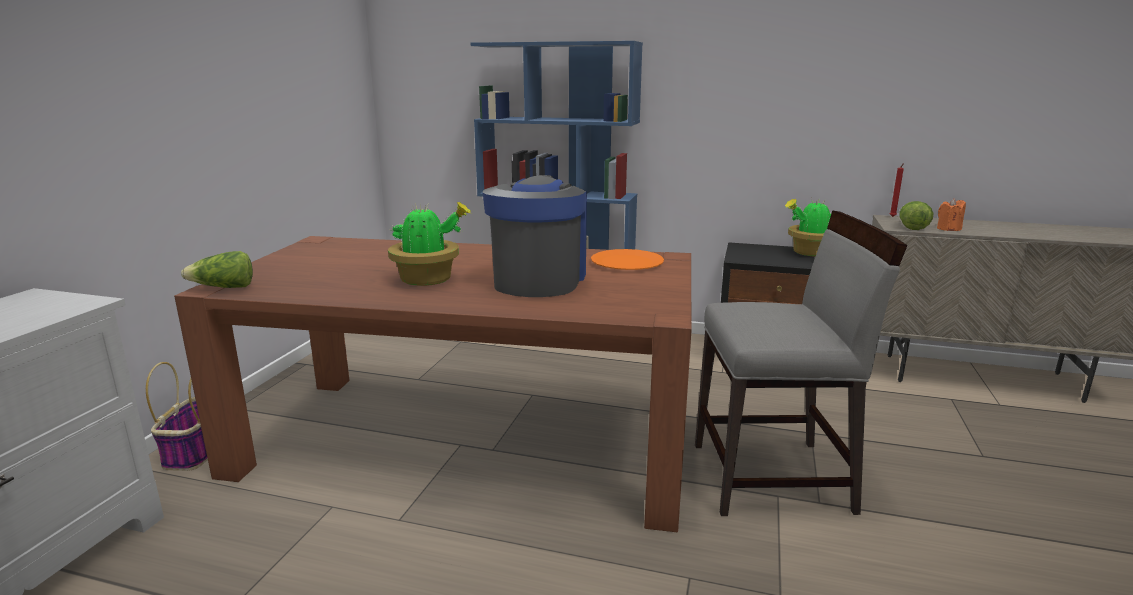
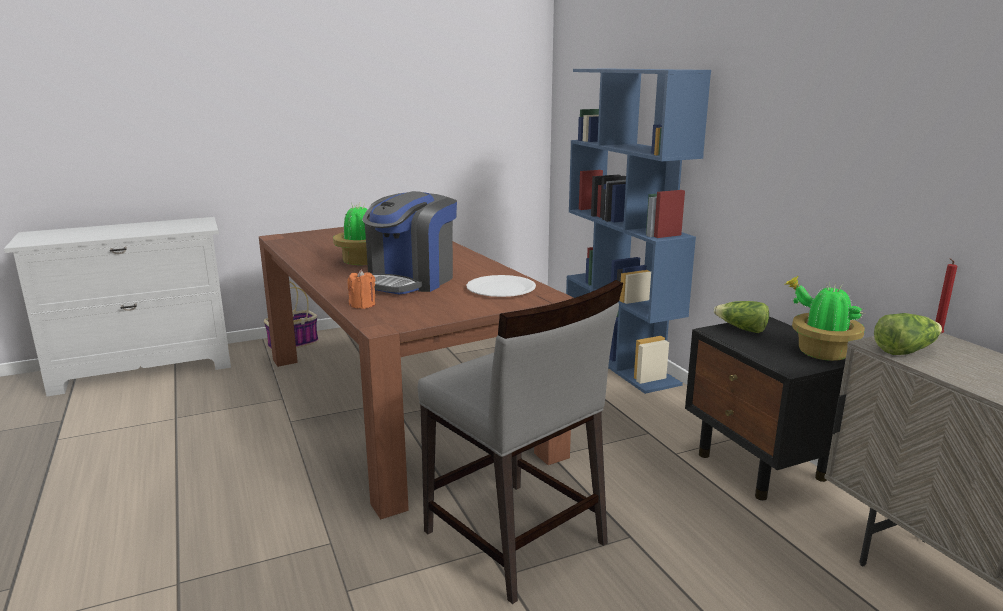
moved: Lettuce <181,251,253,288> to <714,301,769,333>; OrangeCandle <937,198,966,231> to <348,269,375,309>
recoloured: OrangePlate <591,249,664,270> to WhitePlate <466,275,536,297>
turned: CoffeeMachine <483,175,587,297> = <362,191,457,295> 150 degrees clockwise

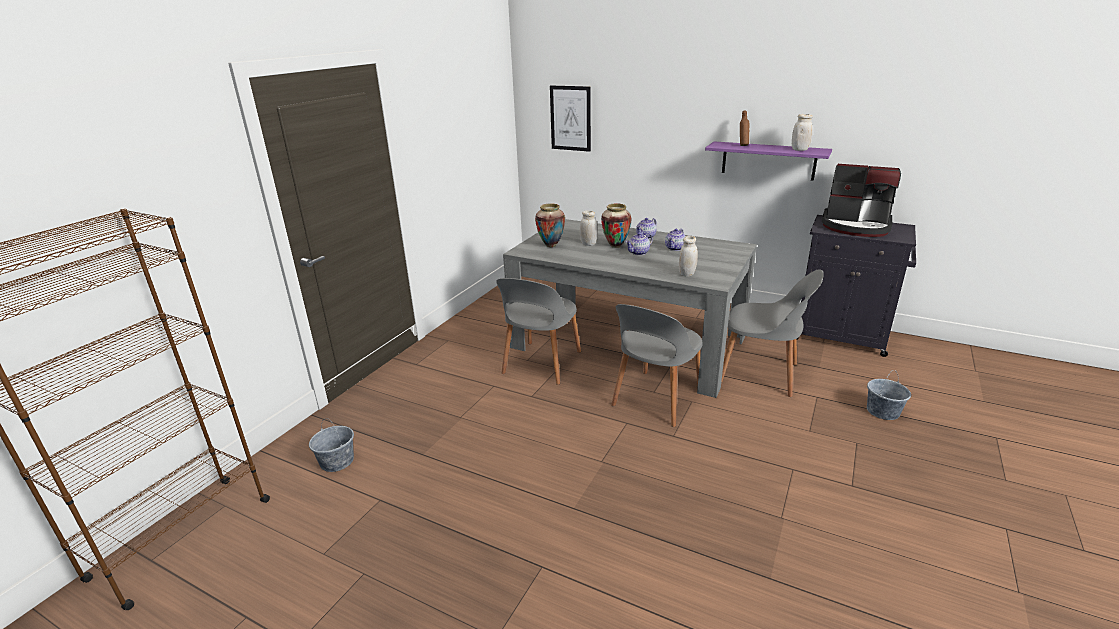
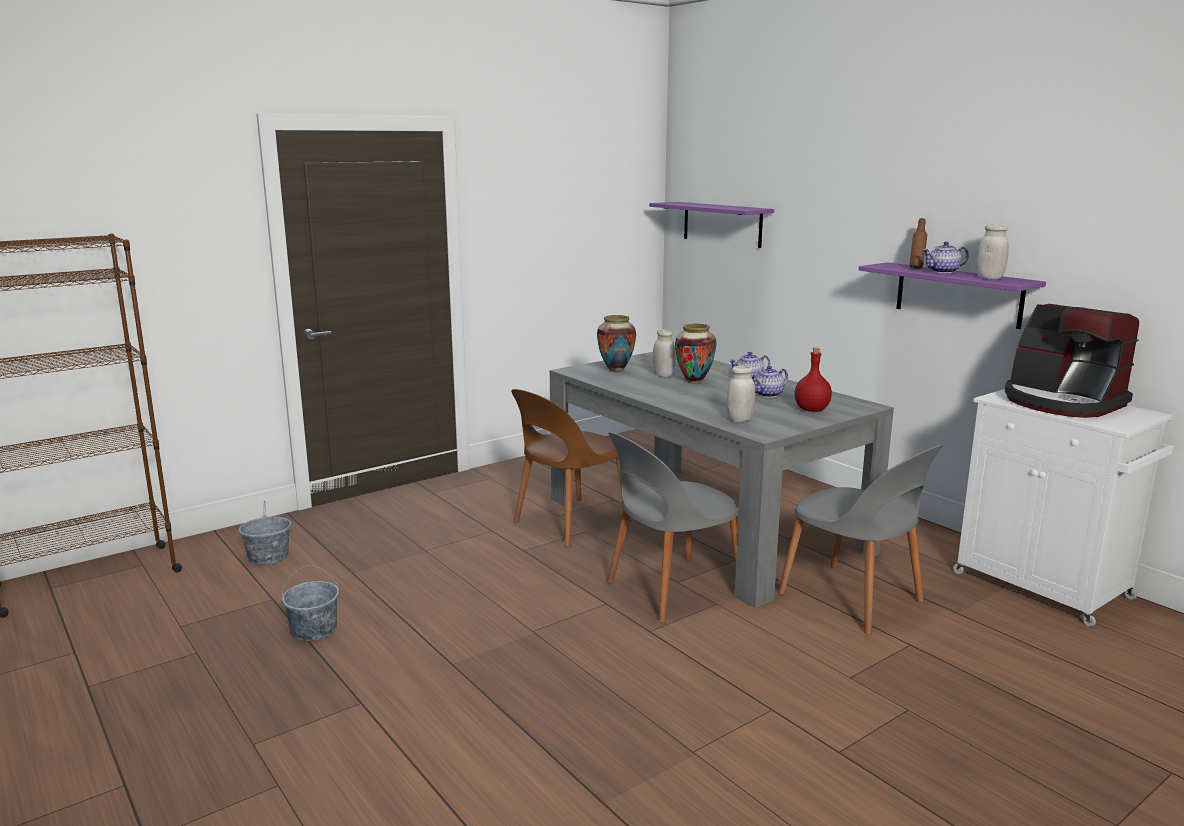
added: RedBottle <794,348,832,412>
moved: Teapot <626,233,653,256> to <922,242,969,273>; GreyBucket <867,370,911,420> to <282,565,339,641>
replaced: Picture <550,86,591,152> to PurpleShelf <649,202,774,248>
recoloured: GreyChair <496,278,581,385> to BrownChair <511,389,632,547>; BlackCabinet <797,215,916,357> to WhiteCabinet <953,389,1174,627>

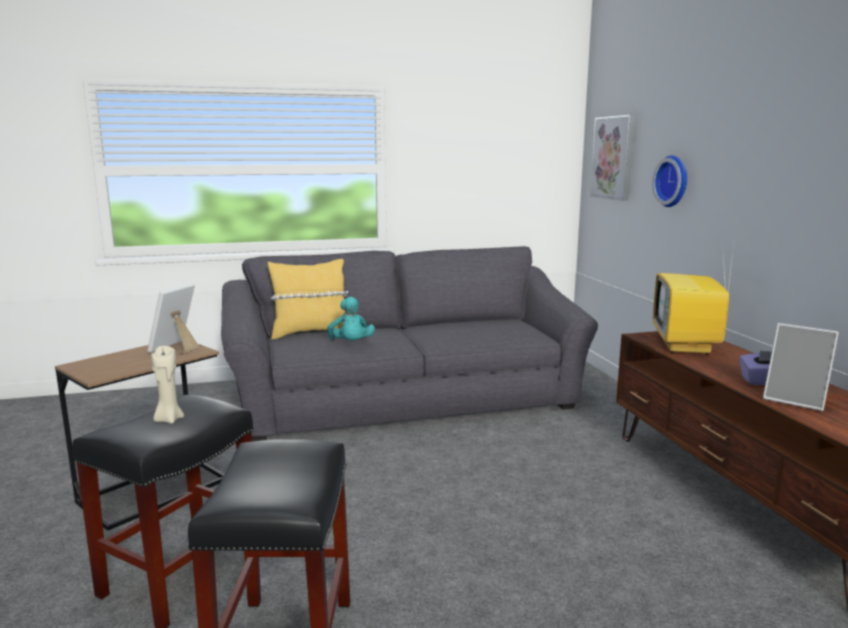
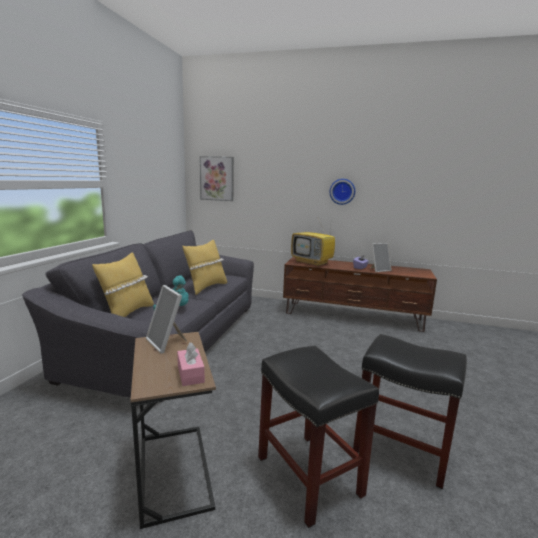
removed: BeigeCandle <151,346,184,424>
added: PinkTissueBox <177,343,205,386>; YellowPillow <182,240,227,295>
moved: WallClock <652,155,687,207> to <330,179,355,205>

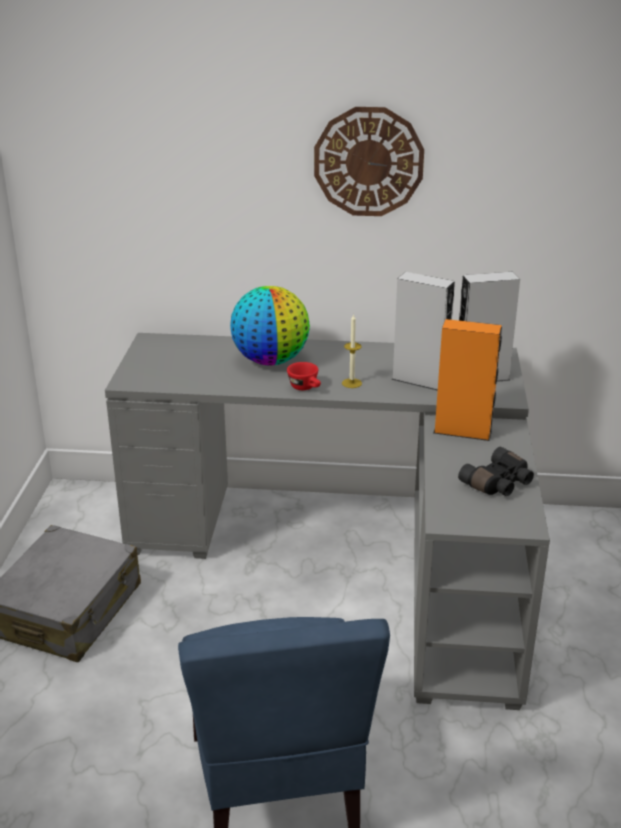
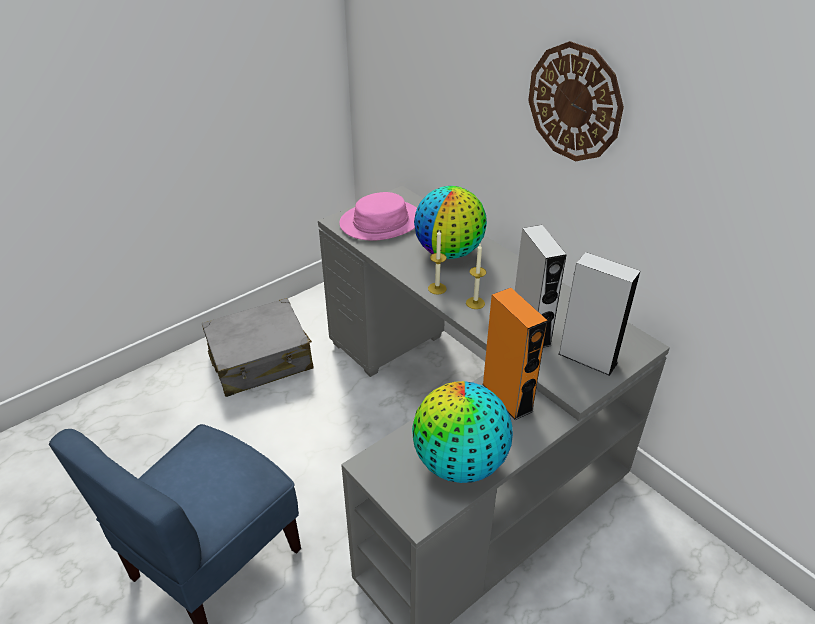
added: PinkHat <339,192,417,241>
replaced: RedCup <287,362,321,390> to Candle <428,230,447,295>; BlackBinoculars <458,447,534,496> to Globe <412,381,513,483>

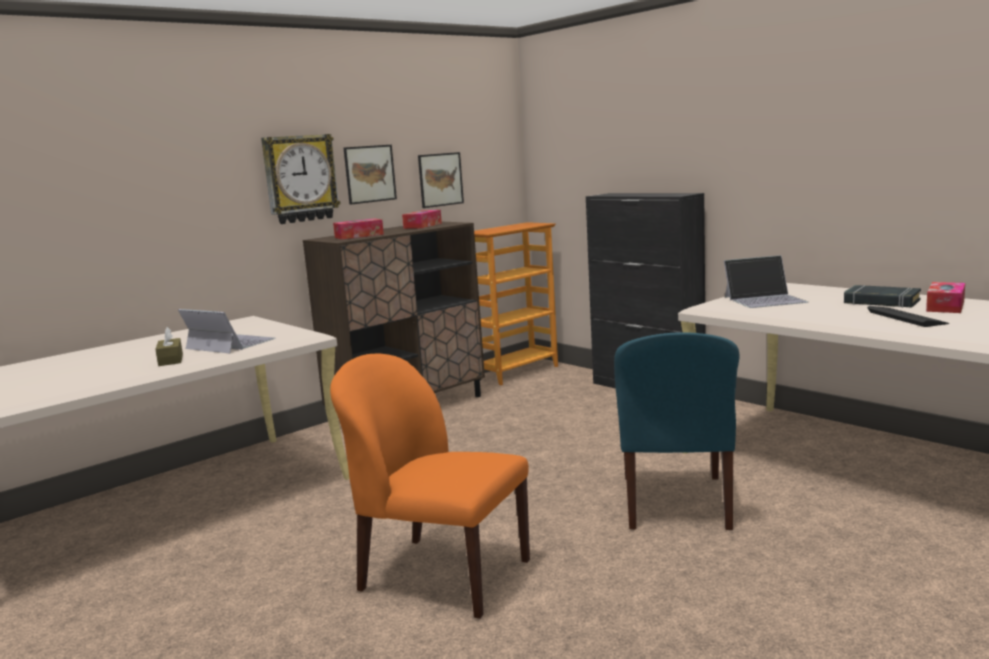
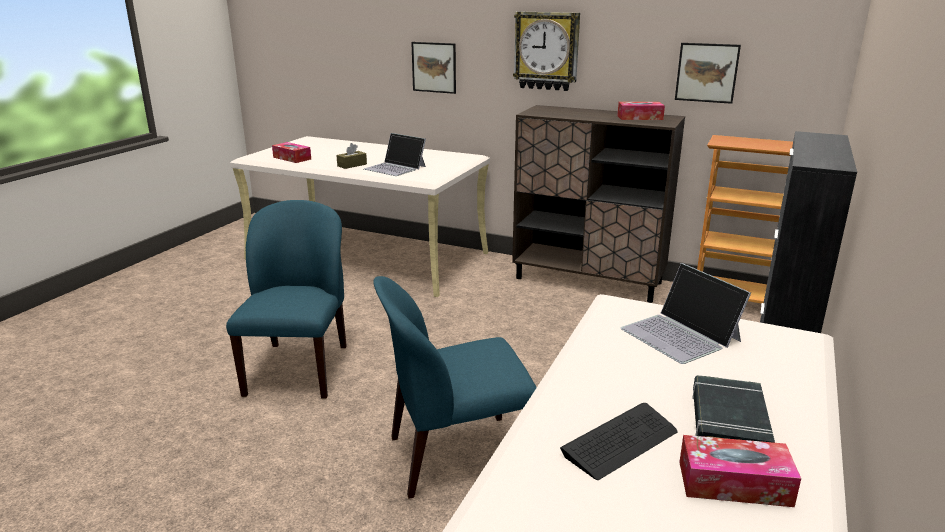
moved: TissueBox <333,218,384,239> to <272,142,311,163>; Picture <344,145,397,205> to <411,42,456,94>
recoloured: OrangeChair <330,354,530,619> to BlueChair <226,200,347,399>
turned: Laptop <178,309,276,353> = <364,133,426,176> 120 degrees clockwise

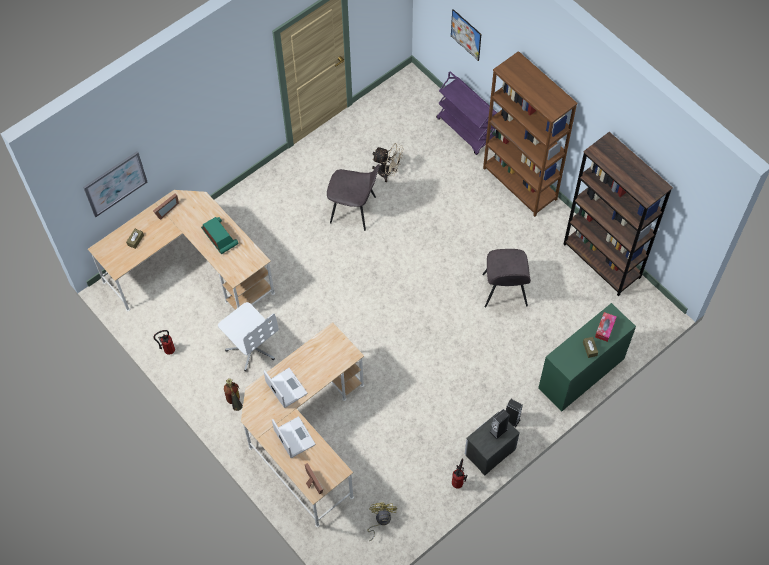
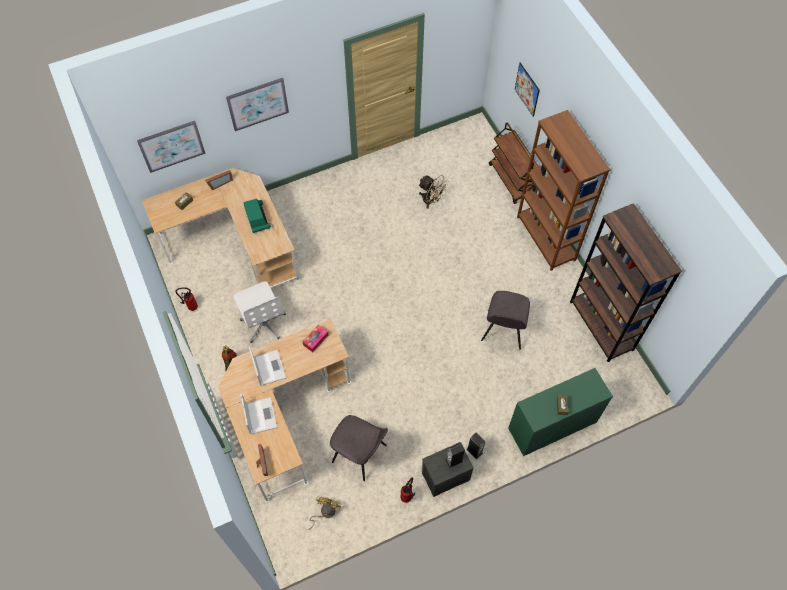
added: Picture <226,78,289,131>
moved: GreyChair <327,164,380,231> to <330,415,388,481>; TissueBox <595,312,617,342> to <303,325,329,352>
recoloured: PurpleCart <436,72,497,155> to BrownCart <489,123,539,204>

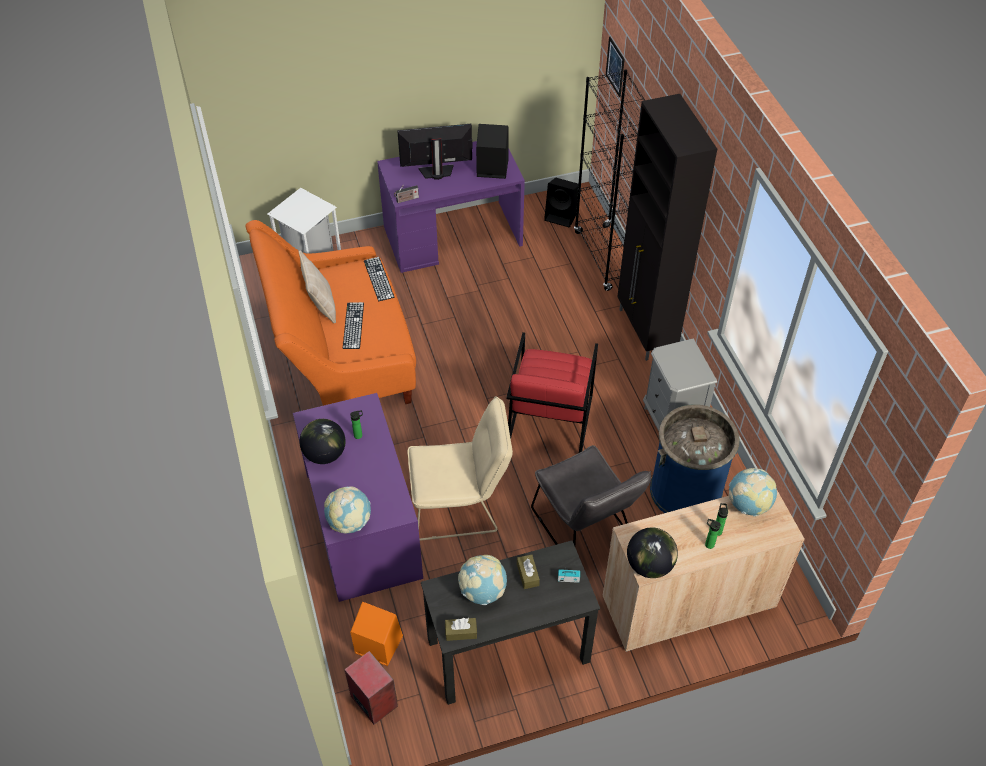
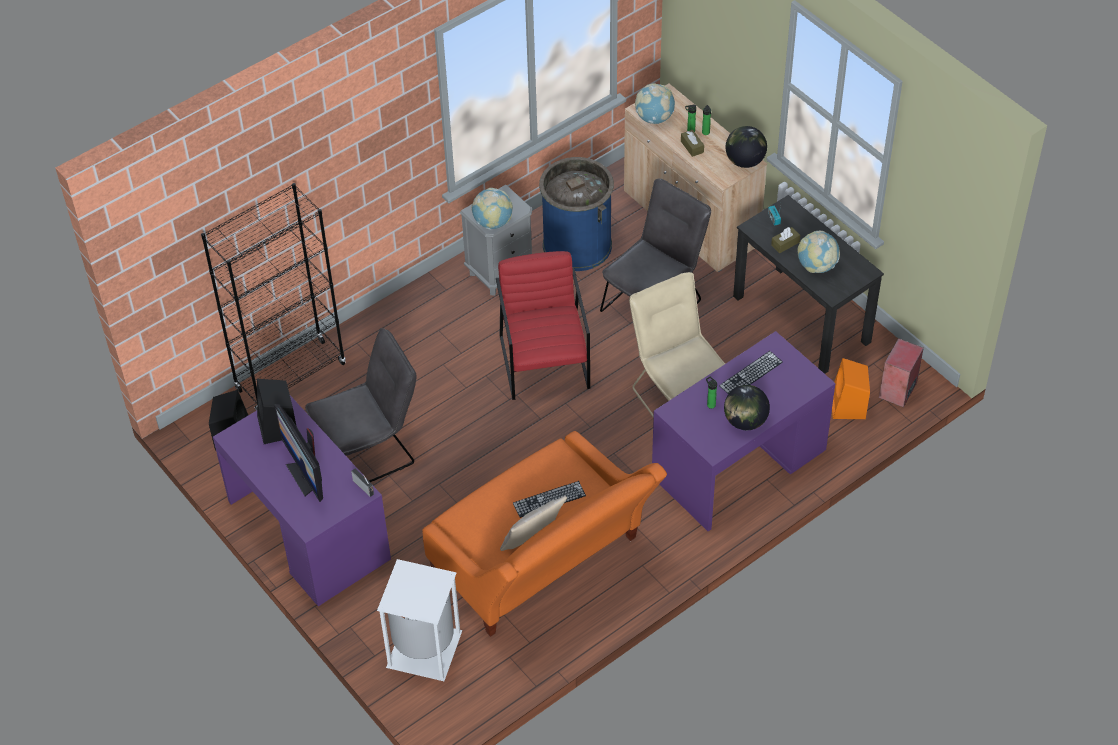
removed: Picture <606,37,625,97>; BlackCabinet <617,94,717,361>
added: GreyChair <305,328,417,482>
moved: Globe <324,486,371,533> to <471,188,513,230>; Keyboard <364,257,395,301> to <719,351,783,394>; BrownTissueBox <445,618,477,641> to <681,130,704,157>
turned: RedArmchair <506,332,598,453> = <496,251,590,400> 90 degrees counterclockwise

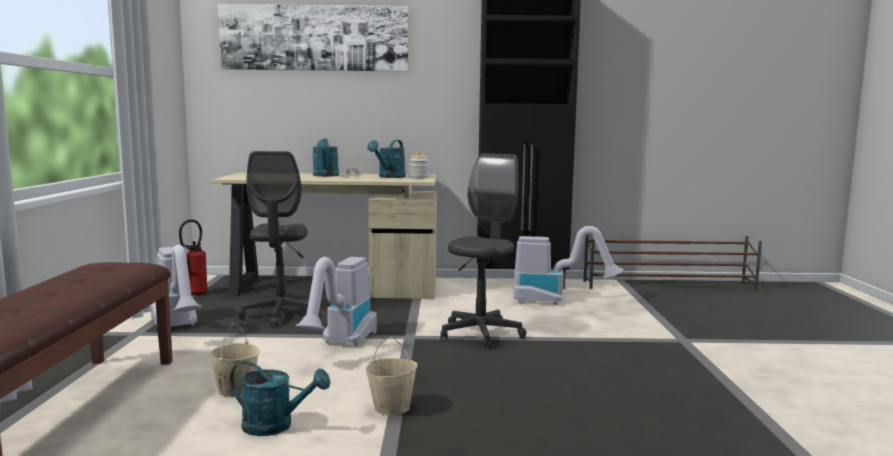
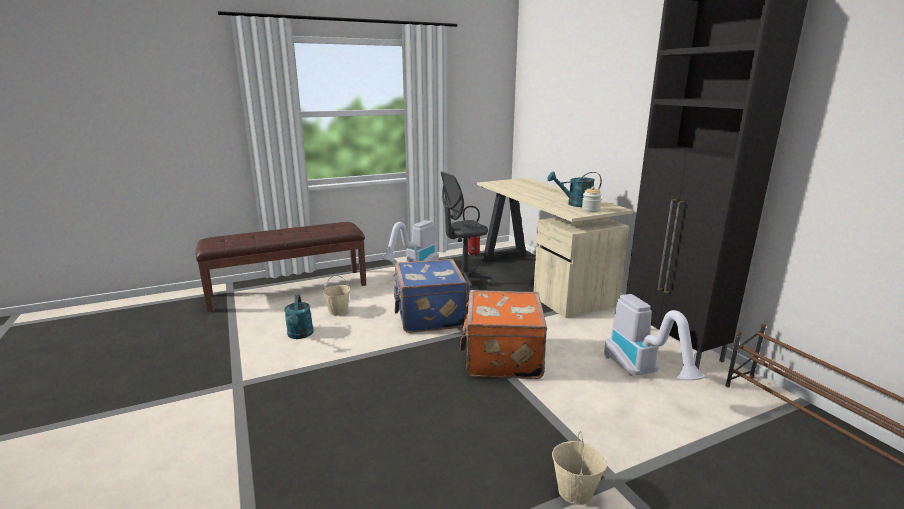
removed: Picture <218,4,408,72>; TurquoiseWateringCan <312,139,339,177>
moved: BeigeBucket <365,337,417,416> to <552,431,607,505>
replaced: VacuumCleaner <296,257,377,346> to BlueSuitcase <393,259,467,333>; GreyOfficeChair <440,153,526,349> to OrangeSuitcase <460,290,547,379>

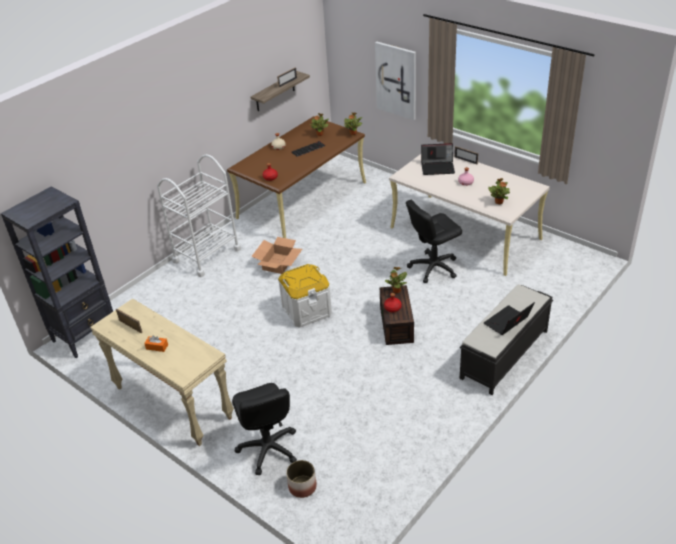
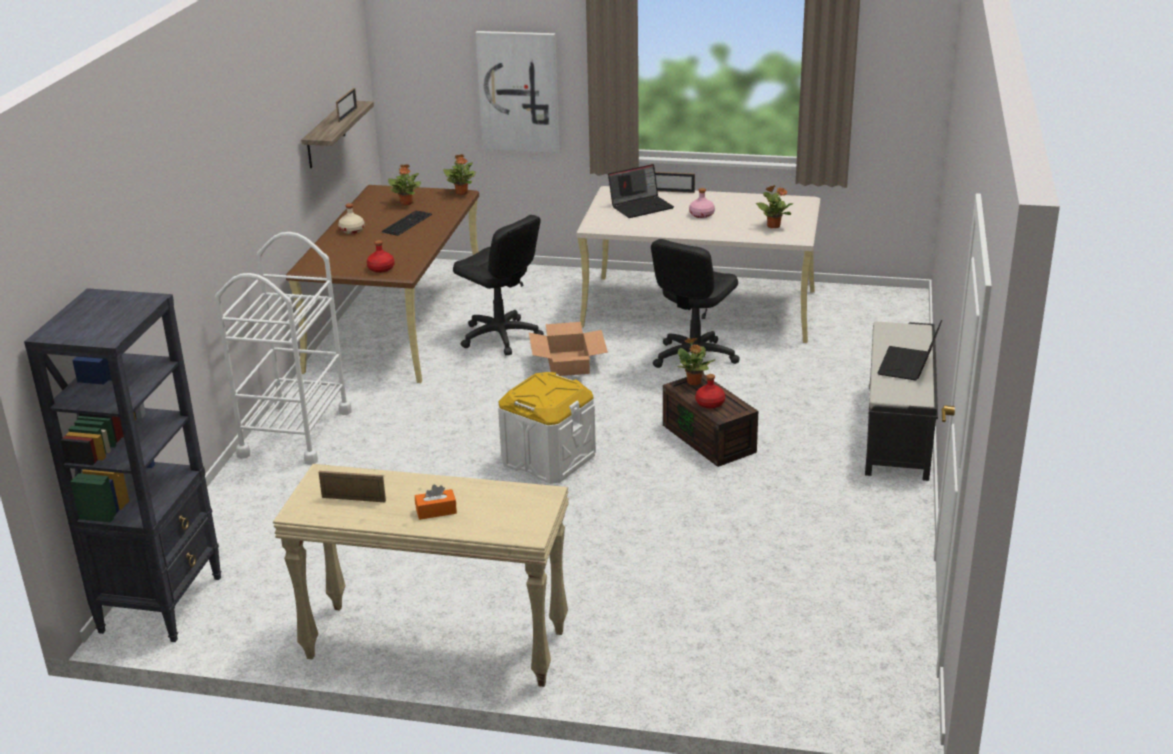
removed: Planter <286,460,317,498>
moved: BlackOfficeChair <232,383,297,475> to <453,215,544,355>; CardboardBox <252,237,302,274> to <529,322,608,376>

